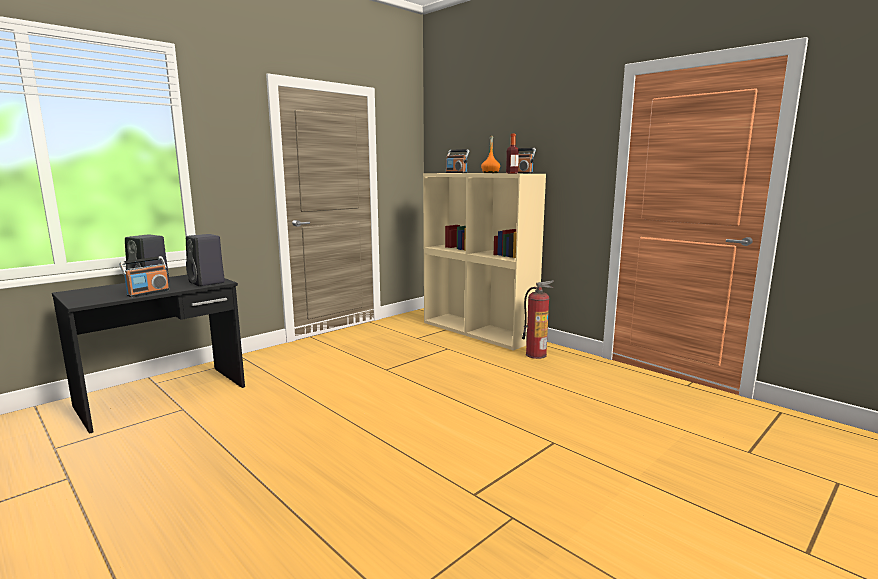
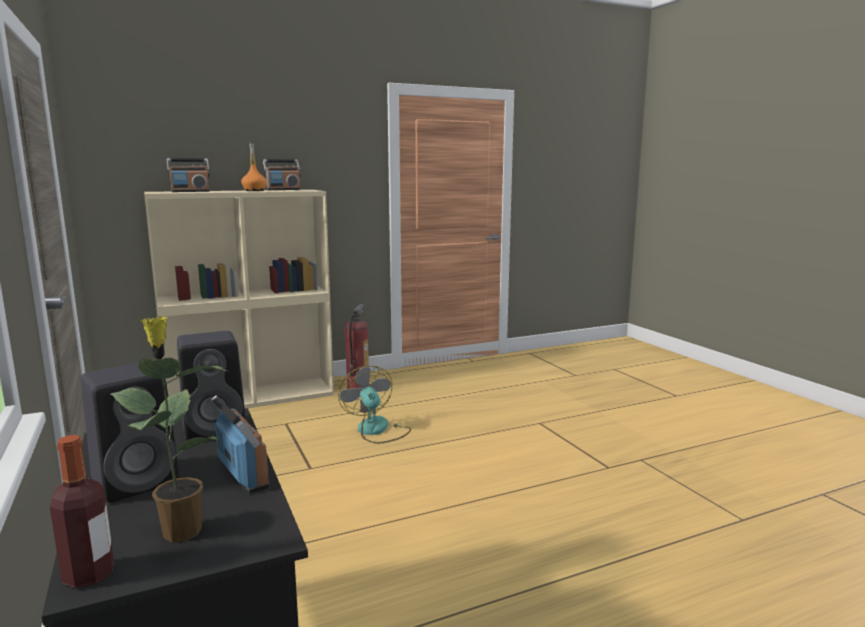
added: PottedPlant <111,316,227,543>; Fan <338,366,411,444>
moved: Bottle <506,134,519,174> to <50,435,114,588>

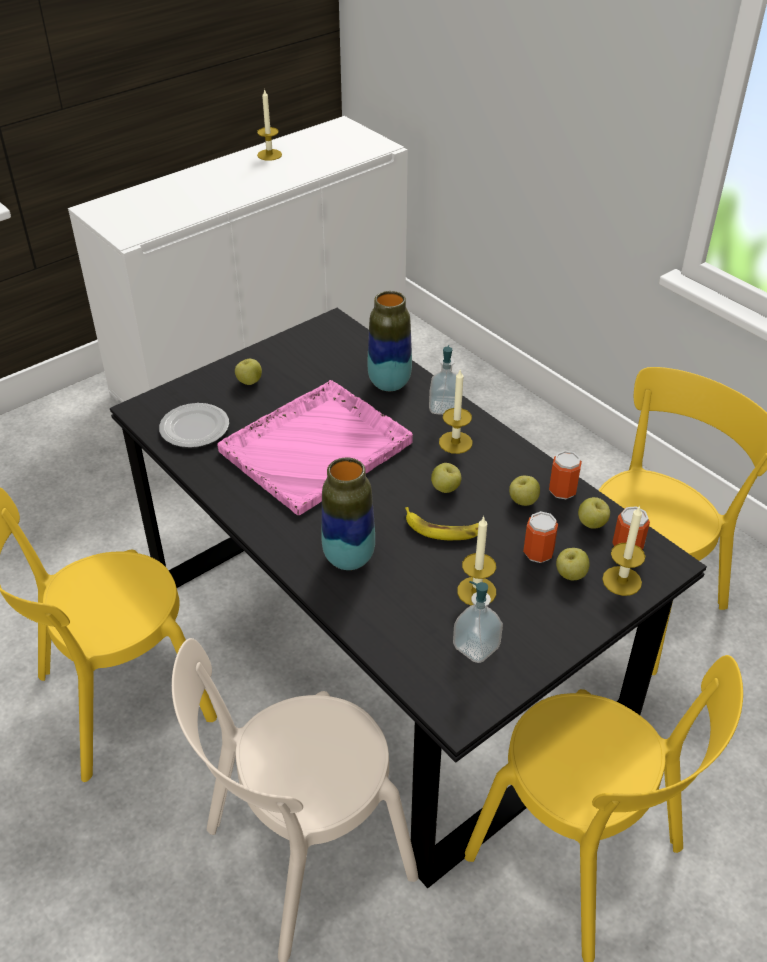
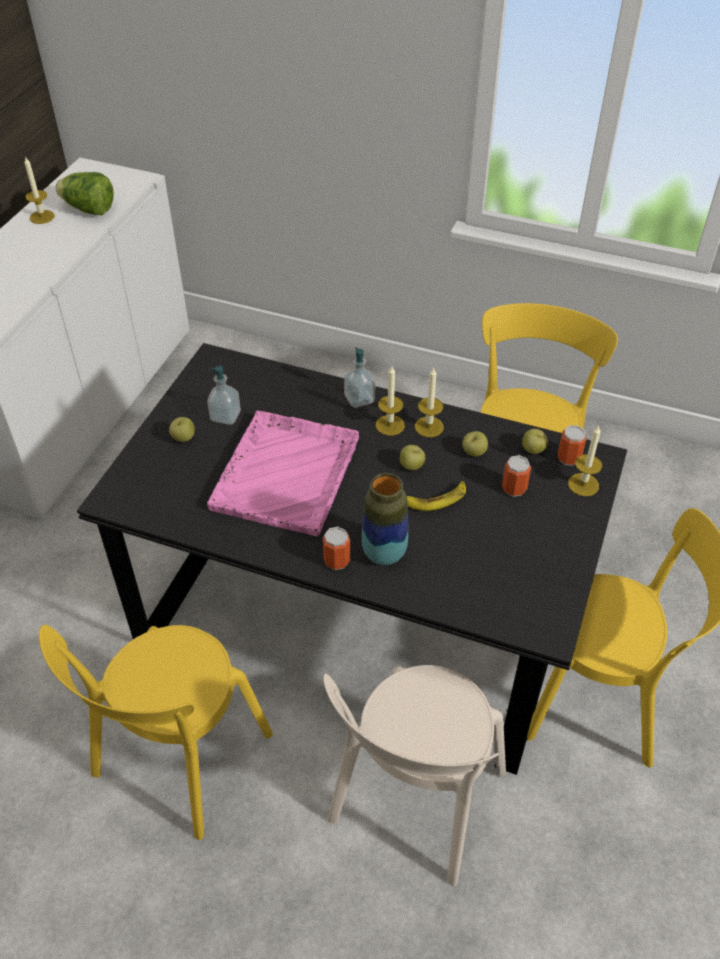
removed: Plate <159,403,229,448>; Vase <367,291,412,391>; Apple <556,548,590,580>
added: Lettuce <55,172,114,215>
moved: SoapDispenser <453,581,503,663> to <207,366,241,425>; Candle <457,516,496,605> to <415,367,444,437>; Can <549,450,582,499> to <323,527,350,570>

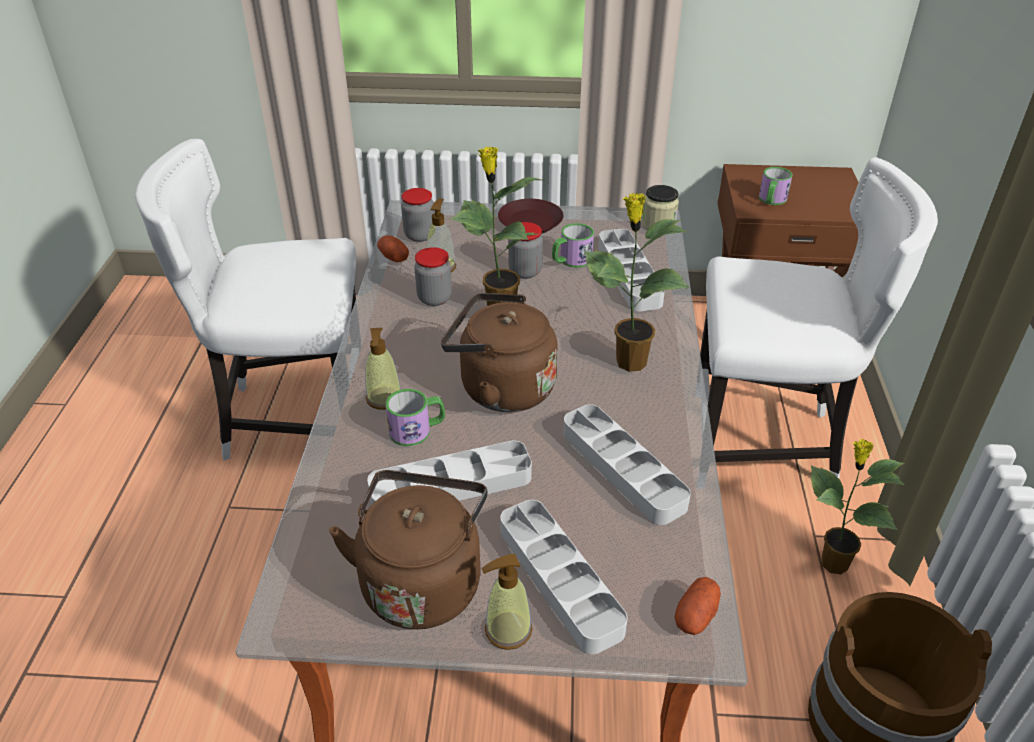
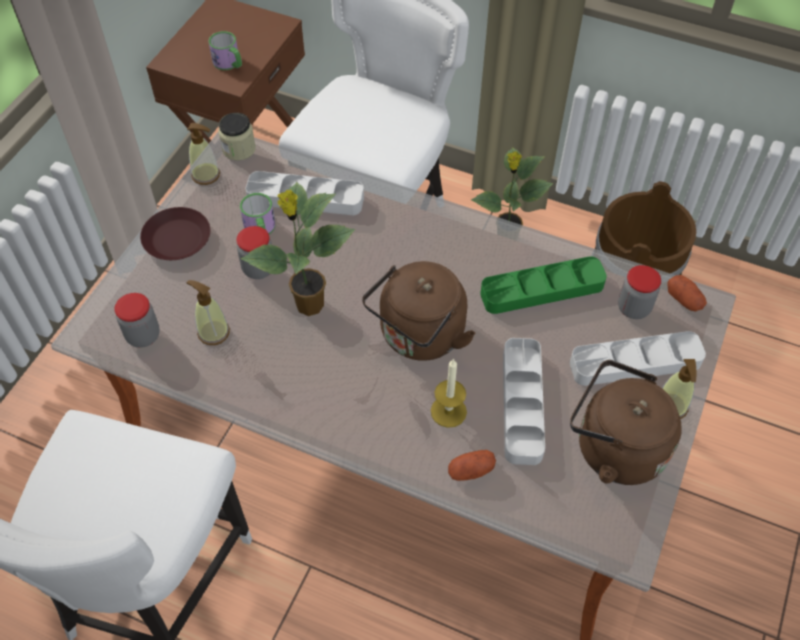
removed: PottedPlant <584,193,689,372>
moved: SoapDispenser <365,328,401,410> to <187,123,220,185>; Potato <377,235,409,262> to <448,450,496,481>; Jar <414,247,452,306> to <618,265,661,319>
replaced: Mug <386,389,445,446> to Candle <431,358,467,428>
recoloured: GreyTray <563,404,691,525> to GreenTray <480,256,607,314>

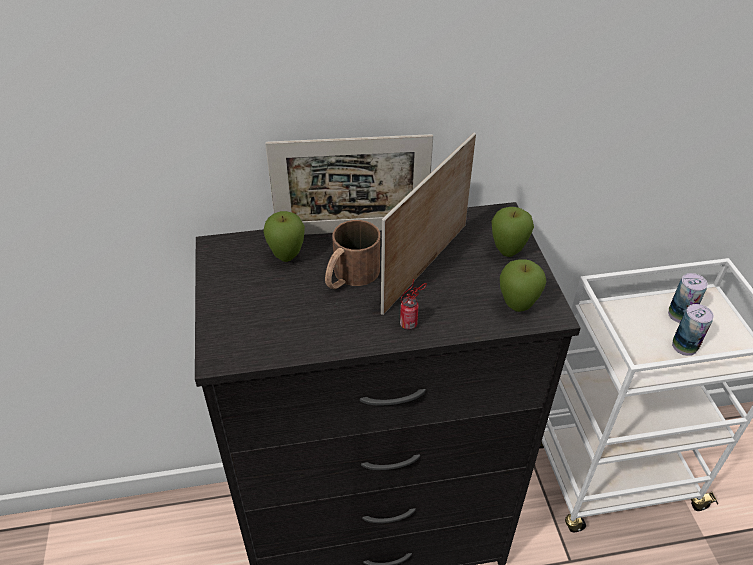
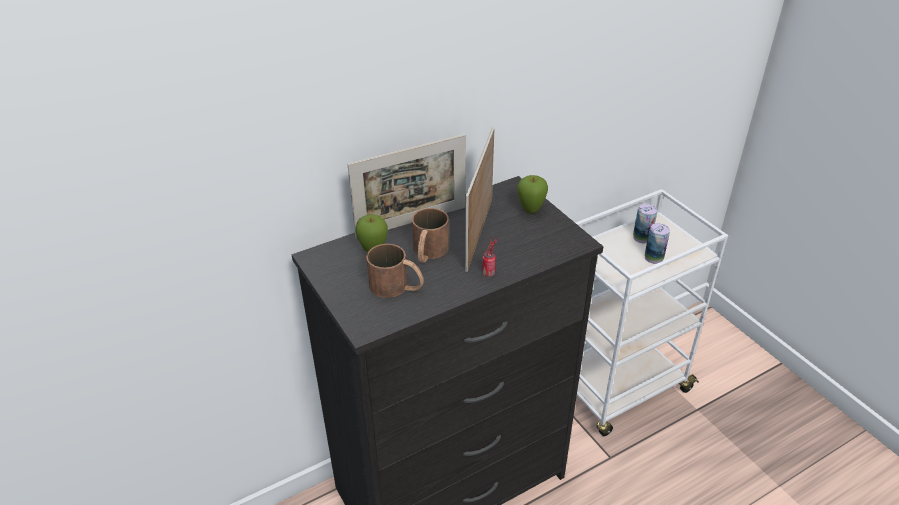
removed: Apple <500,259,546,312>
added: BrownMug <366,244,424,298>

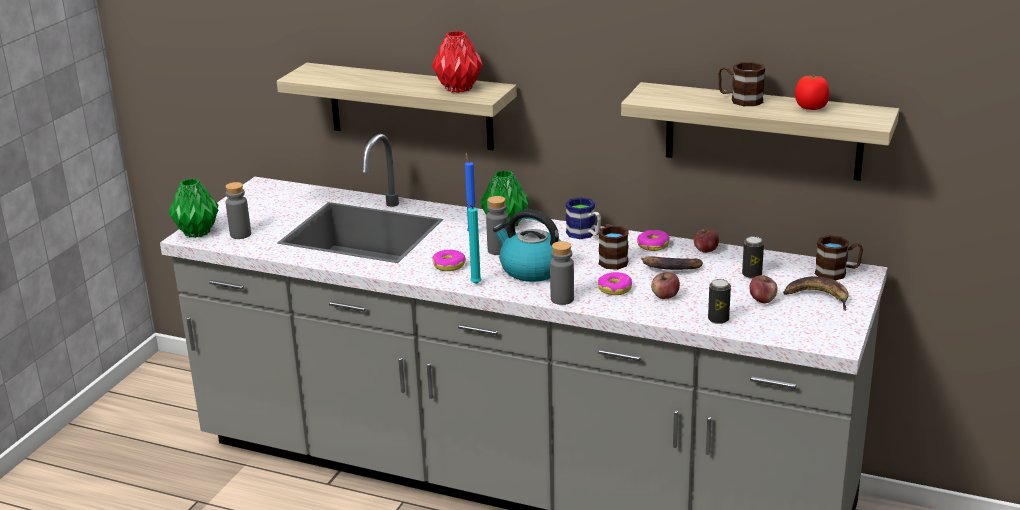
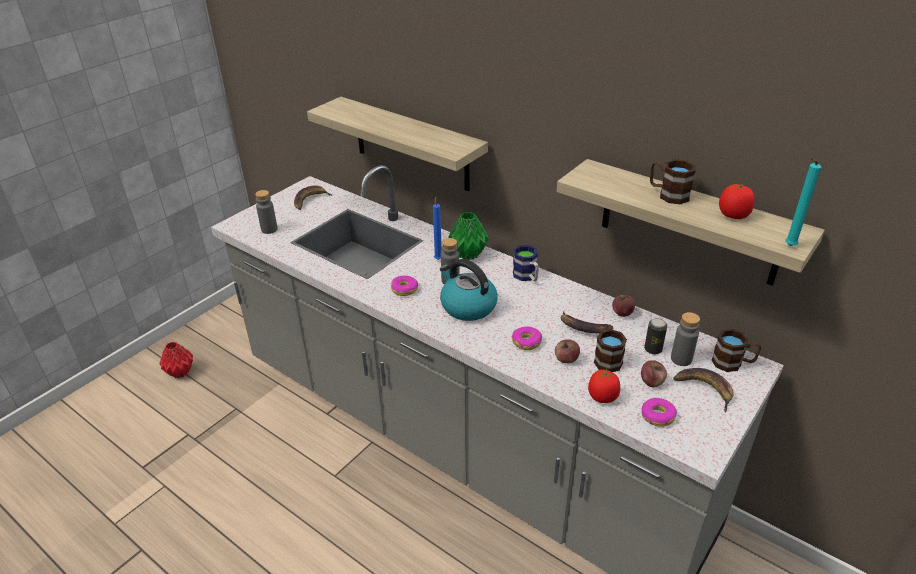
removed: GreenVase <169,179,218,238>
added: Banana <294,186,332,210>
moved: RedVase <432,31,483,93> to <159,342,193,378>; TurquoiseCandle <464,203,482,284> to <785,158,822,246>; GreyBottle <550,241,574,305> to <671,312,700,366>; BrownMug <599,224,629,270> to <594,325,627,372>; Donut <637,230,670,251> to <642,398,677,427>
replaced: Can <708,279,731,324> to Tomato <588,369,620,403>

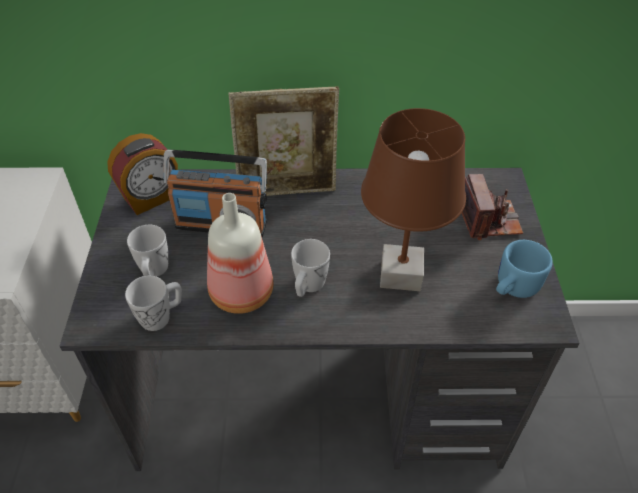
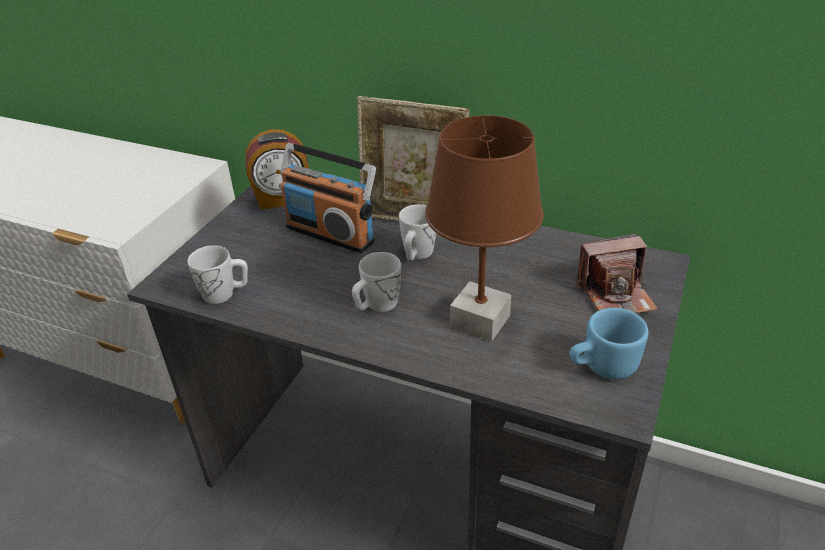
removed: Bottle <207,193,273,314>
moved: WhiteMug <127,225,168,277> to <399,204,436,260>
turned: PhotoCamera <462,174,523,240> = <577,233,658,313> 60 degrees clockwise

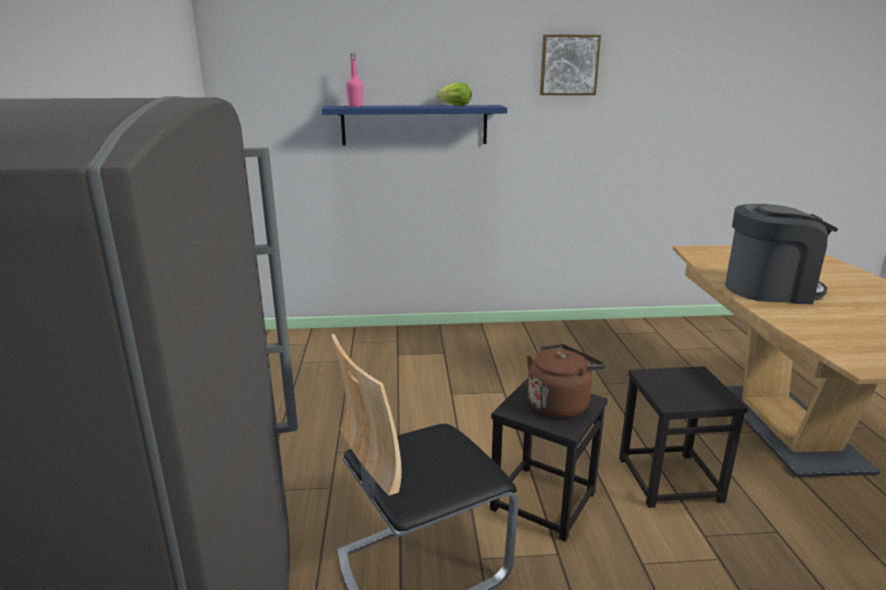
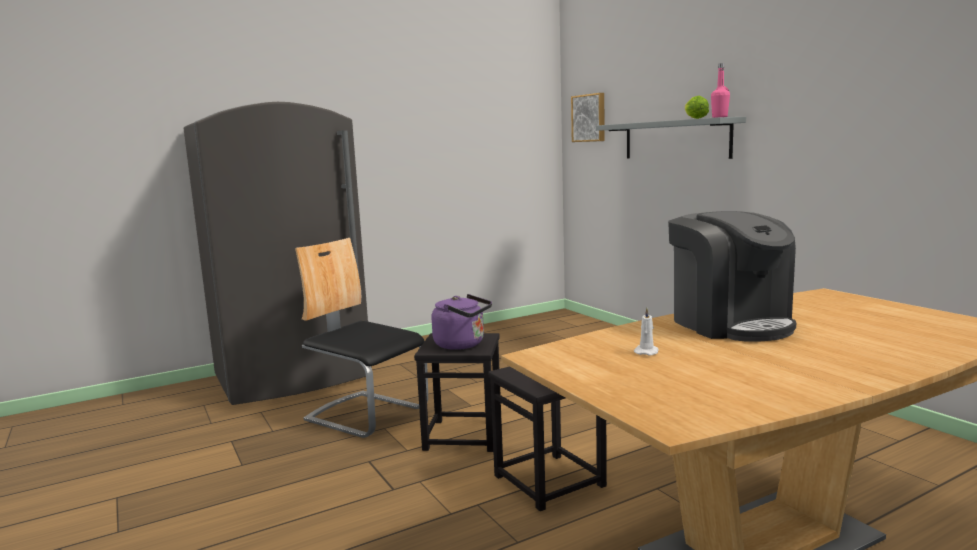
added: WhiteCandle <634,308,659,356>
moved: PinkBottle <346,53,363,107> to <711,63,730,118>; Picture <540,35,601,95> to <571,93,605,142>
recoloured: BlueShelf <322,105,507,145> to GreyShelf <596,117,746,159>; BrownKettle <527,344,606,418> to PurpleKettle <431,294,492,350>

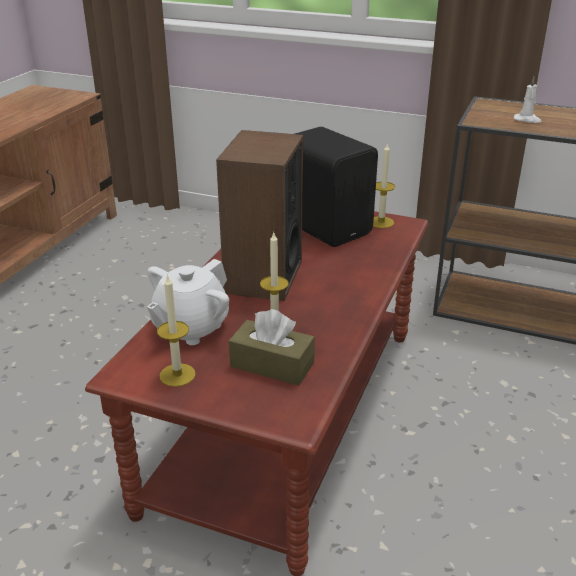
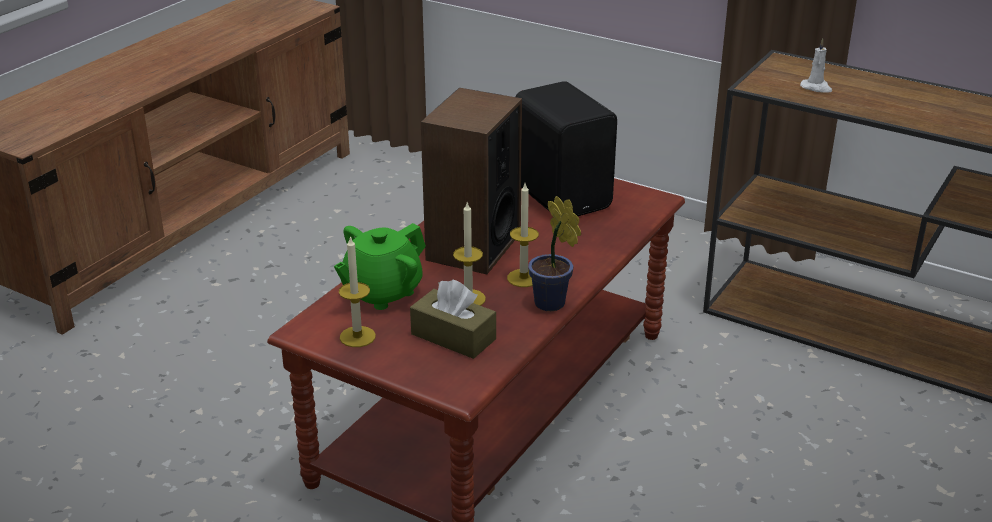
added: PottedPlant <528,196,581,311>
moved: Candle <373,143,395,228> to <507,183,539,287>
recoloured: WhiteTeapot <147,259,229,345> to GreenTeapot <334,223,426,310>

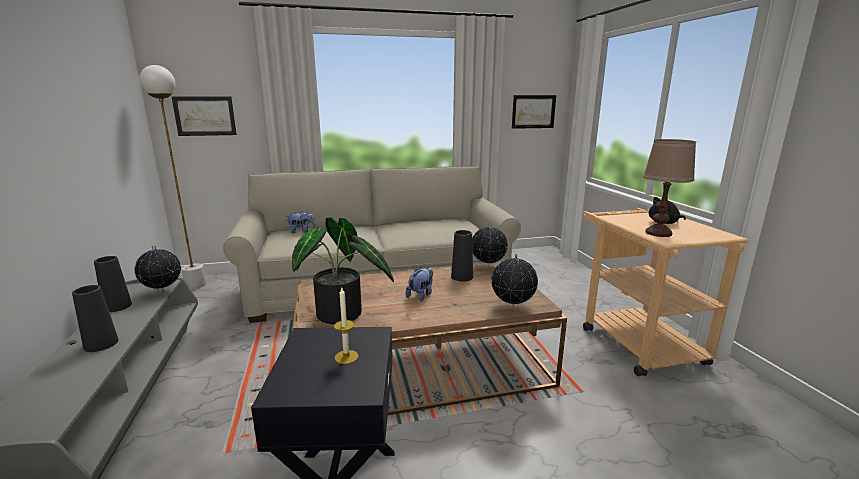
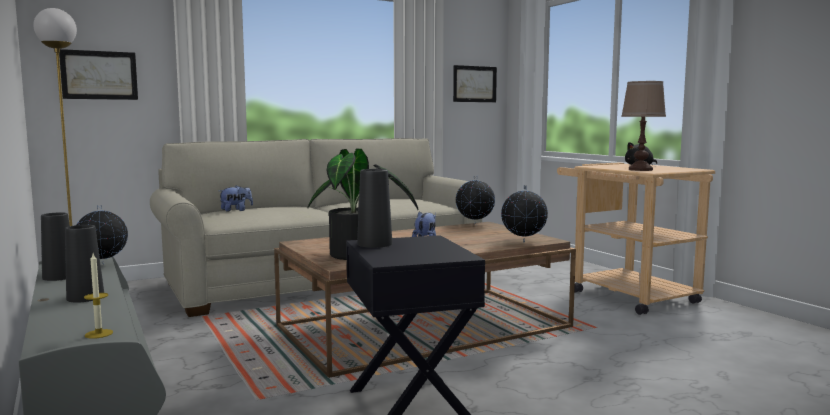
moved: Candle <334,288,358,364> to <84,254,113,339>; BlackVase <451,230,473,281> to <357,169,392,248>

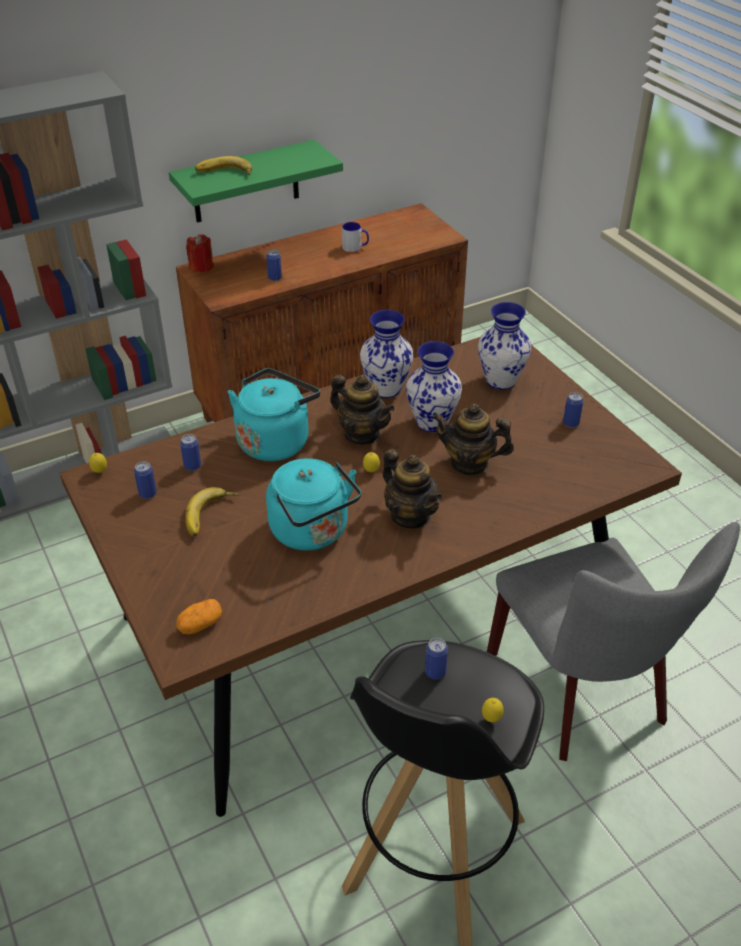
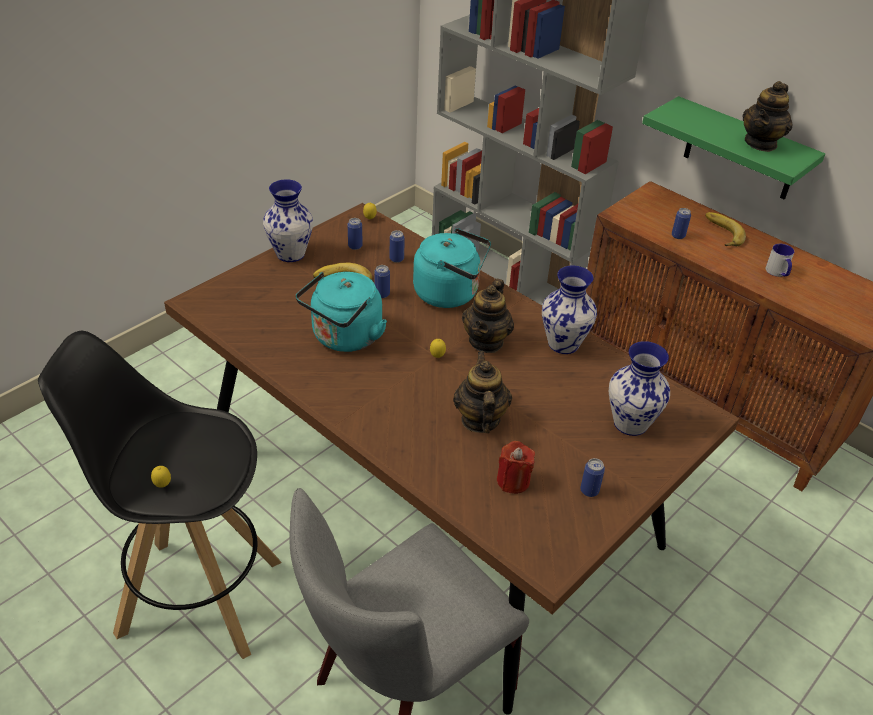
removed: Potato <176,599,222,635>
moved: RedCandle <186,234,214,272> to <497,441,535,494>; Banana <195,156,252,175> to <705,212,746,246>; Teapot <383,449,442,528> to <743,81,793,152>; Vase <406,341,462,432> to <263,179,313,262>; Can <425,638,448,680> to <374,265,390,298>

